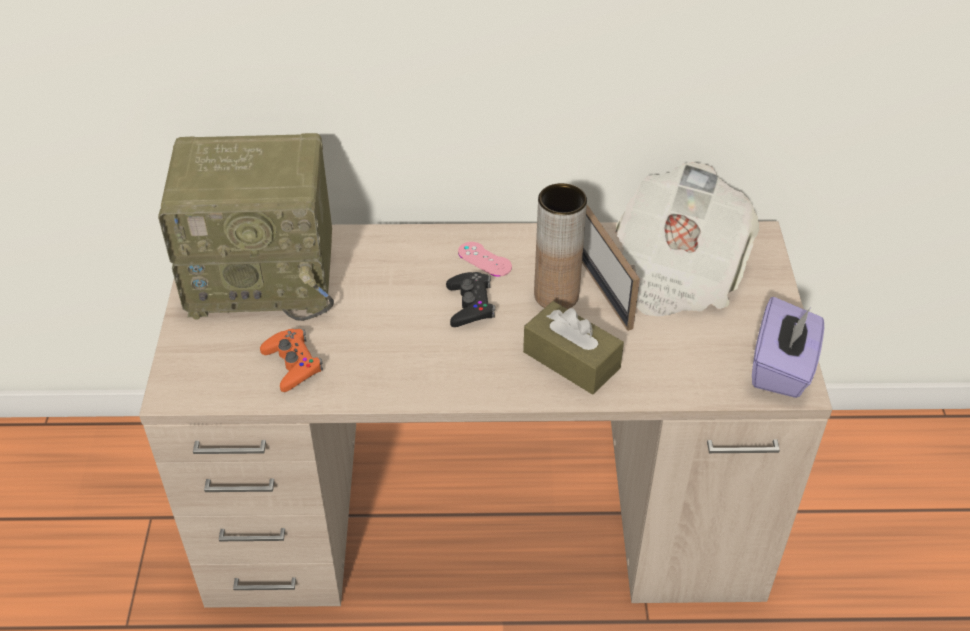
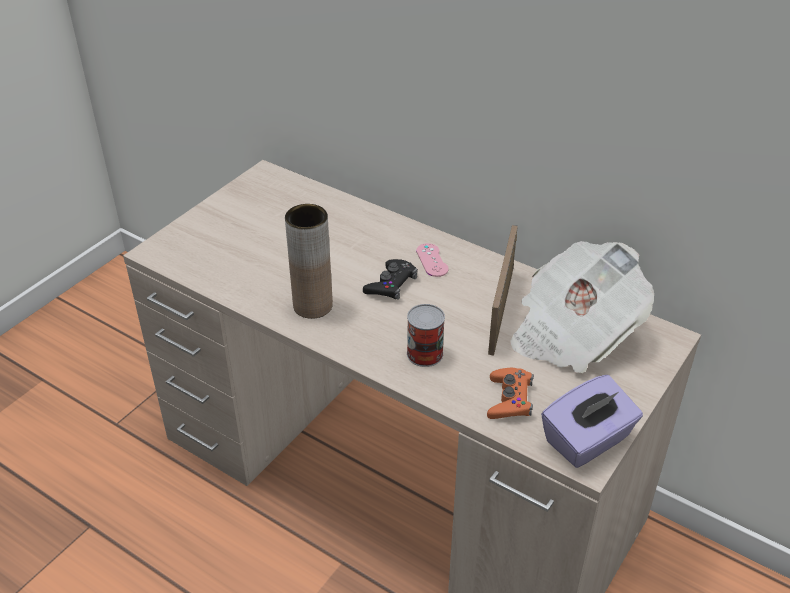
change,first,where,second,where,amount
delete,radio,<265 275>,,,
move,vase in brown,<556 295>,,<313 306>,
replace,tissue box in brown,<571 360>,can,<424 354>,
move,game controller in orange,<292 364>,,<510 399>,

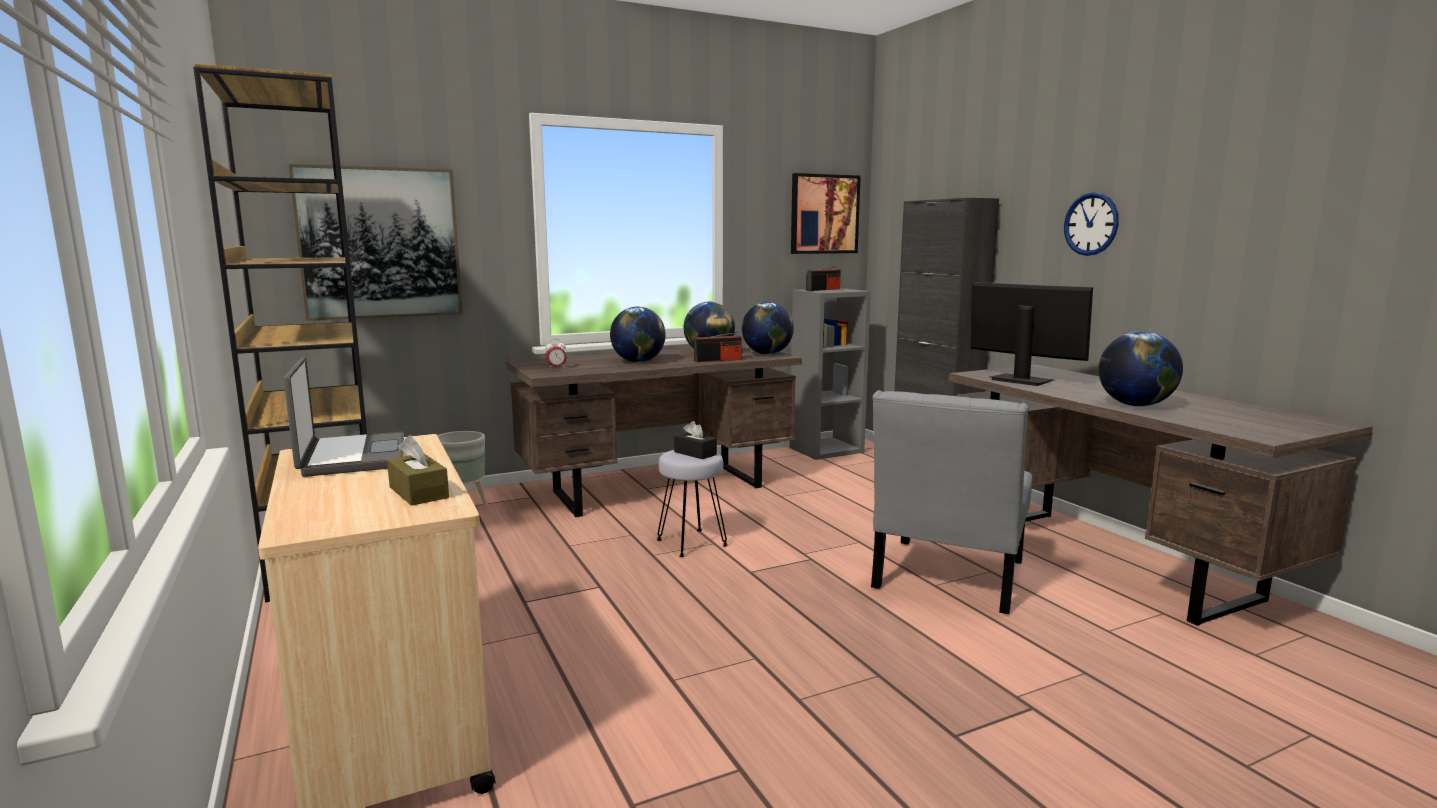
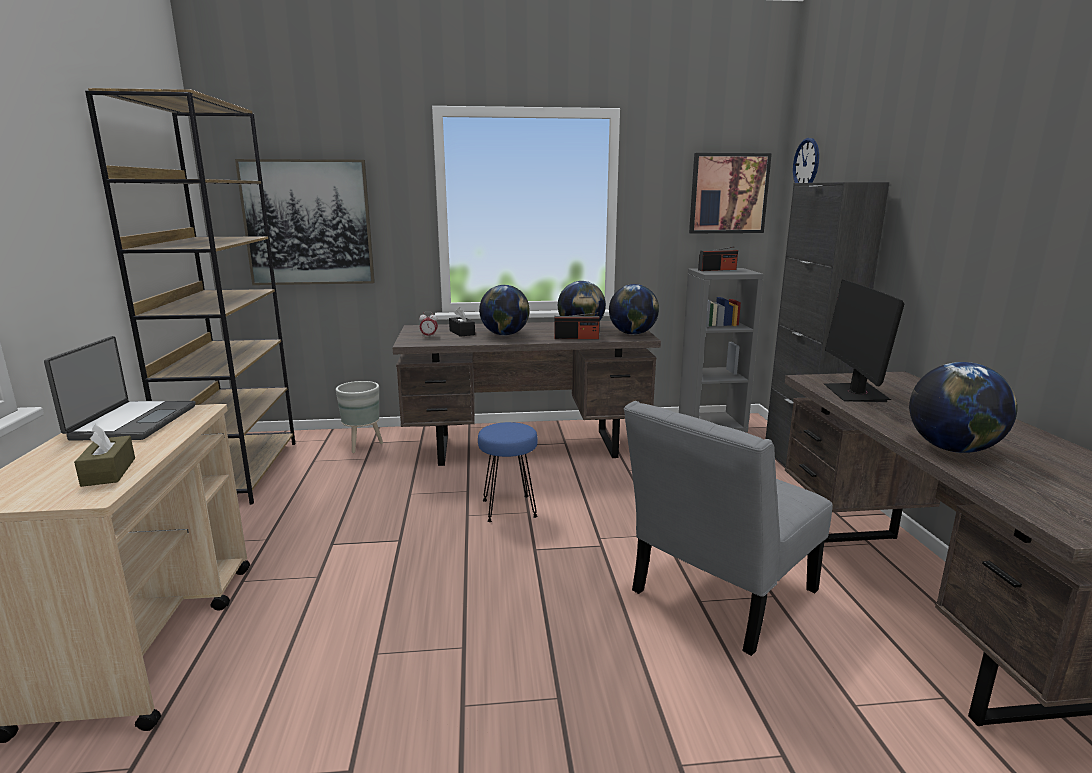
change,first,where,second,where,amount
move,wall clock,<1091 224>,,<806 163>,
rotate,monitor,<1021 380>,,<855 393>,150 degrees counterclockwise
move,tissue box in black,<695 453>,,<462 332>,
recolor,stool in grey,<691 543>,stool in blue,<509 509>,

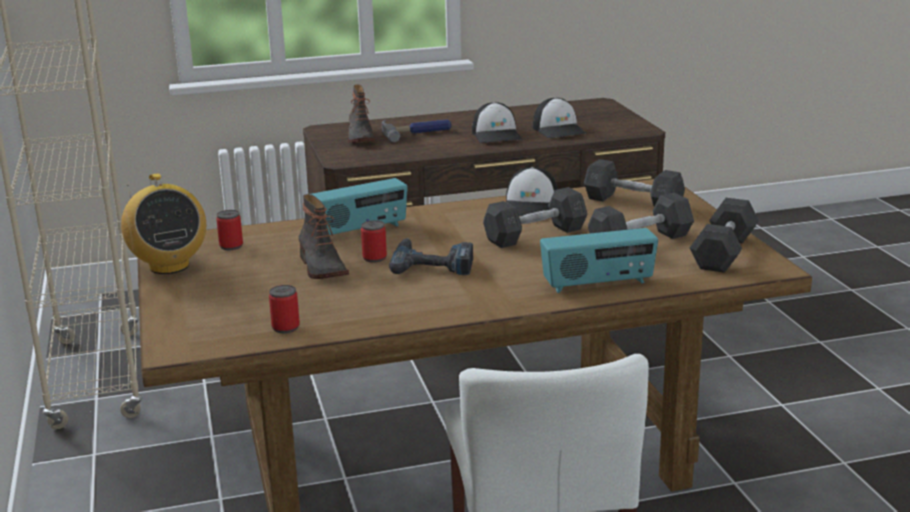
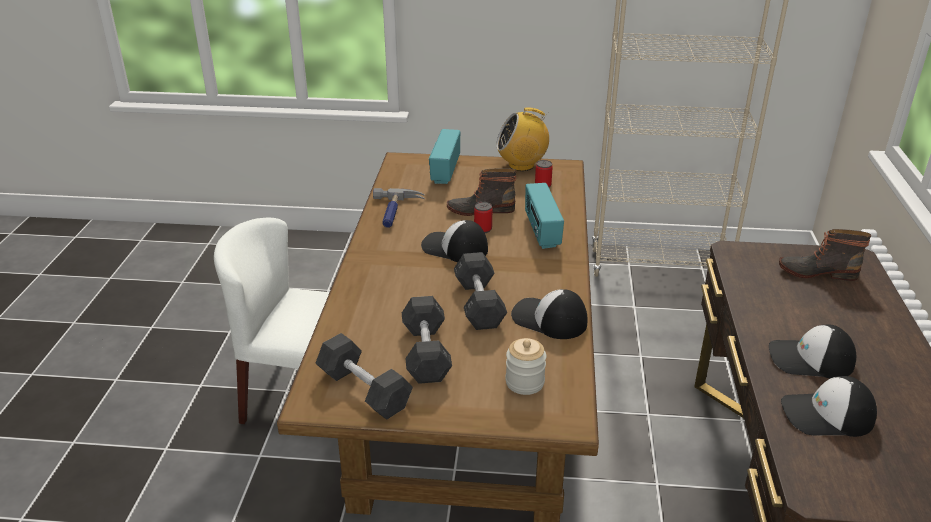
change,first,where,second,where,amount
move,hammer,<416 132>,,<395 212>,
replace,dumbbell in grey,<633 203>,jar,<524 382>,
move,radio,<598 284>,,<444 171>,
replace,power drill,<432 264>,cap,<454 248>,
delete,can,<285 328>,,,

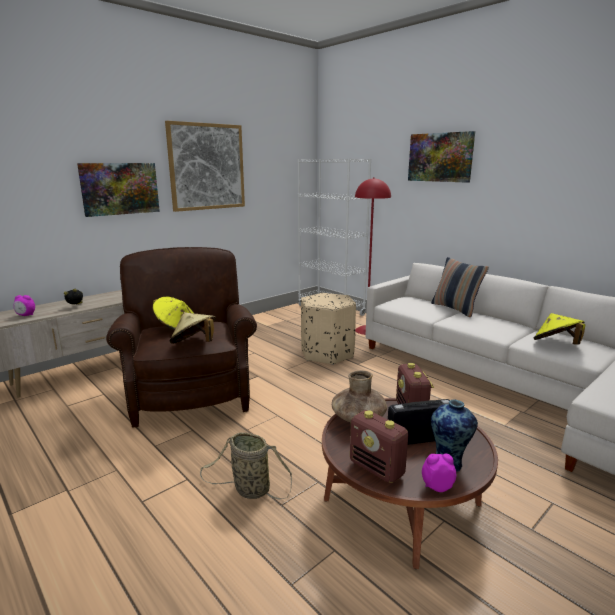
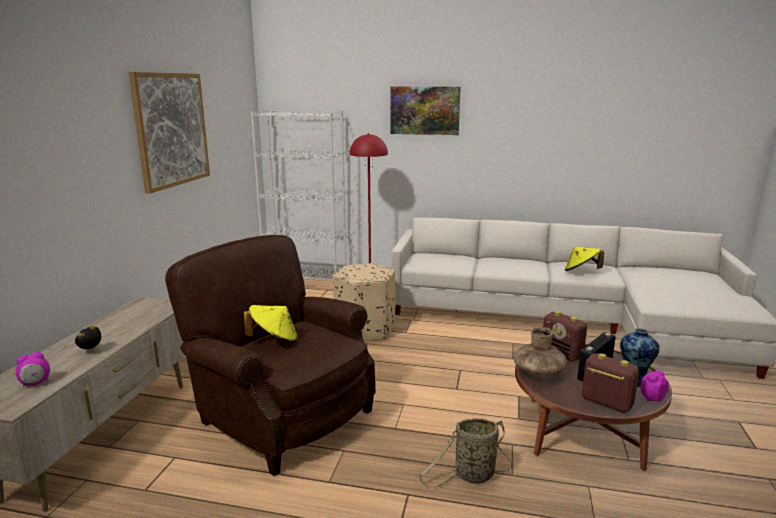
change,first,where,second,where,amount
delete,picture,<120 188>,,,
delete,pillow,<455 309>,,,
delete,hat in beige,<194 344>,,,
rotate,radio,<377 469>,,<606 403>,150 degrees counterclockwise

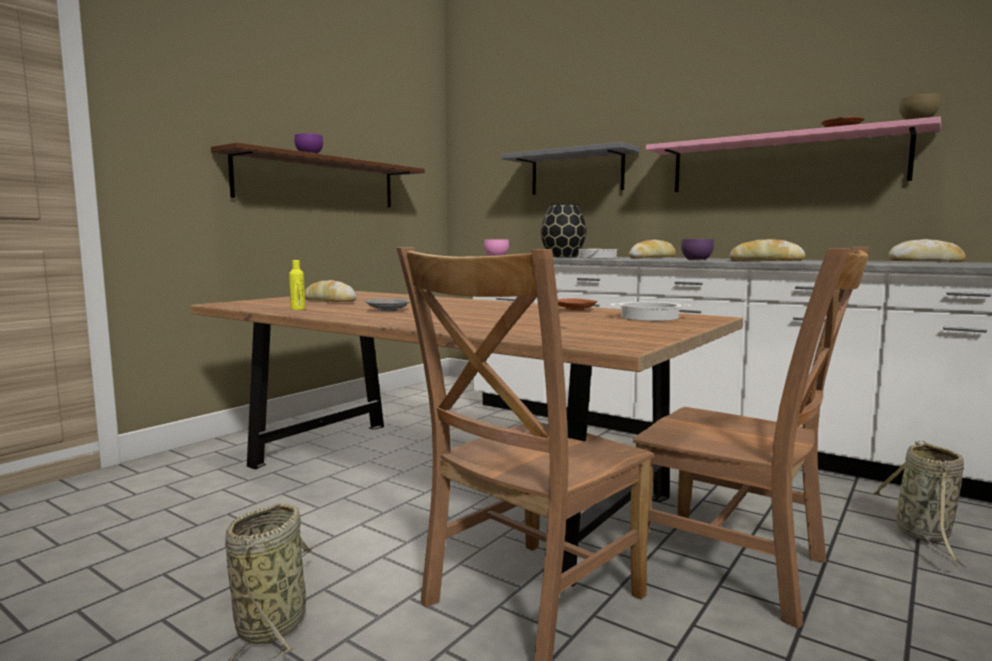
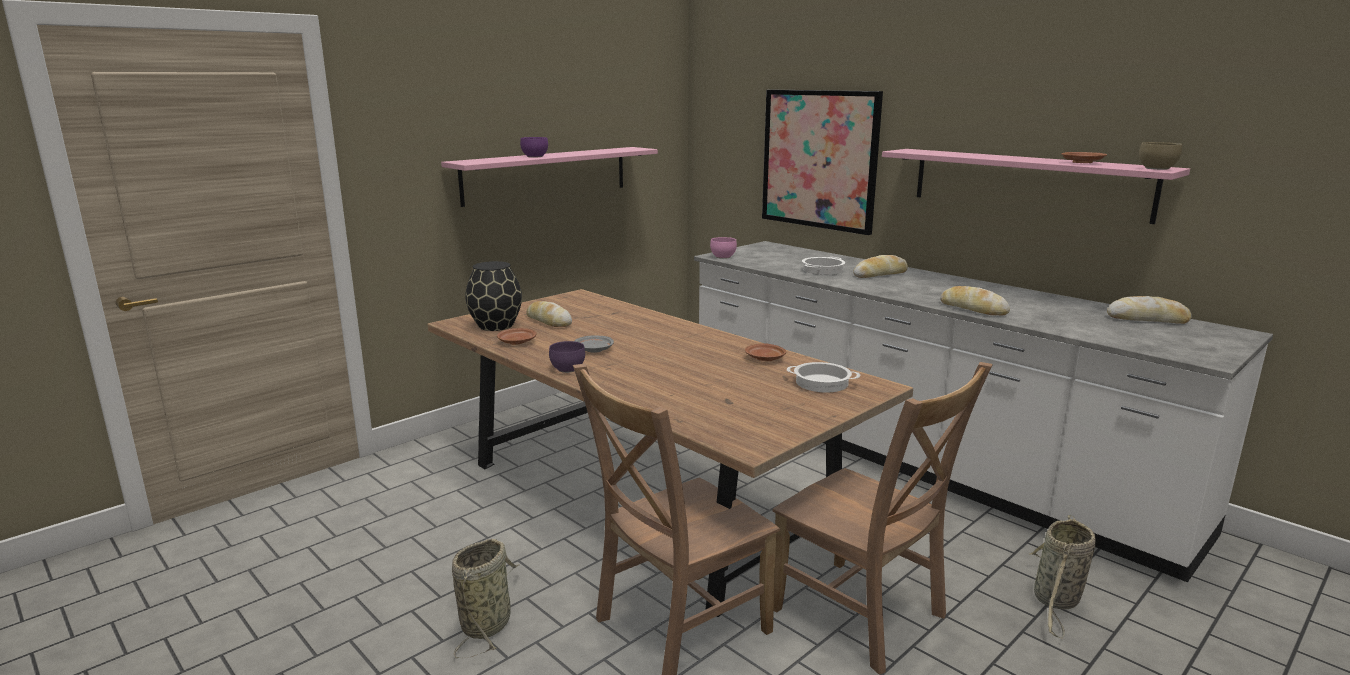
change,first,where,second,where,amount
recolor,shelf in brown,<319 182>,shelf in pink,<546 175>,
replace,shelf in grey,<576 172>,picture,<819 159>,
move,vase in black,<562 256>,,<495 325>,
move,bowl in purple,<695 260>,,<566 369>,
replace,bottle in yellow,<298 309>,plate in brown,<517 342>,

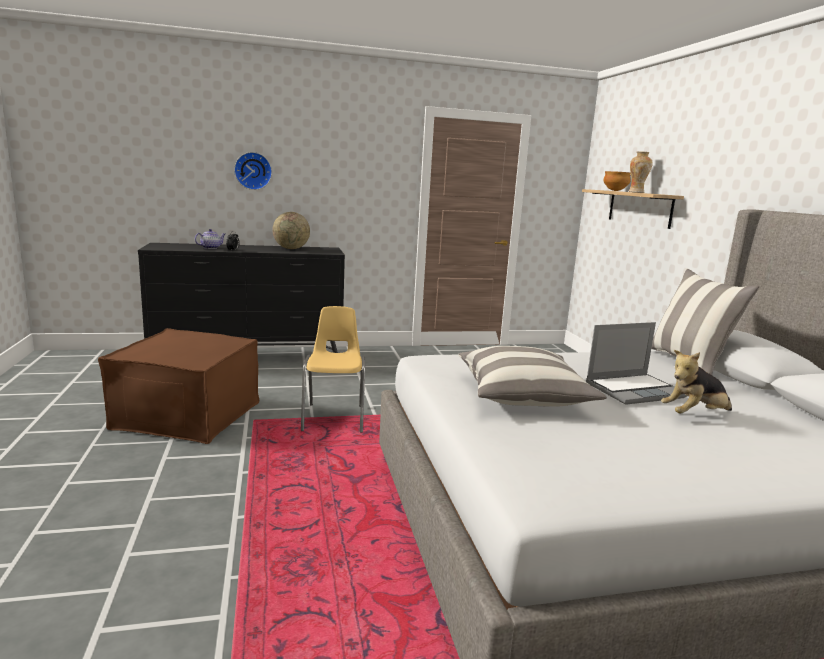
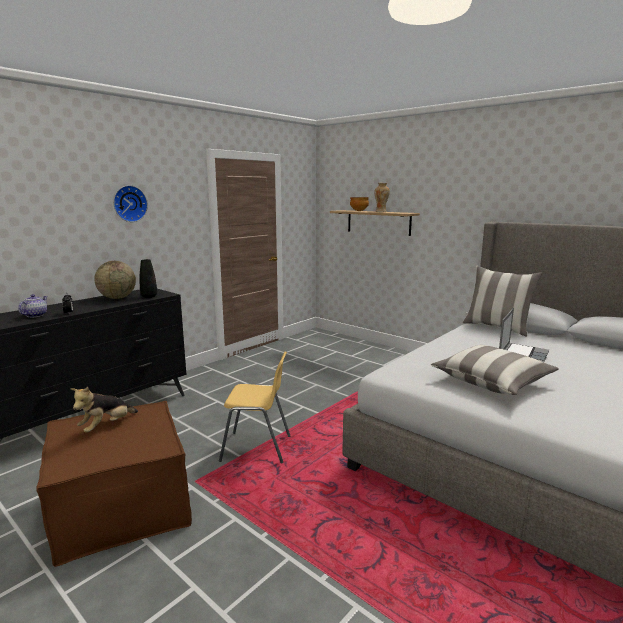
change,first,where,second,where,amount
move,wall clock,<253 171>,,<129 203>,
rotate,chair in yellow,<334 417>,,<257 448>,135 degrees clockwise
move,plush toy,<694 415>,,<106 426>,
insert,,,vase in black,<149 296>,

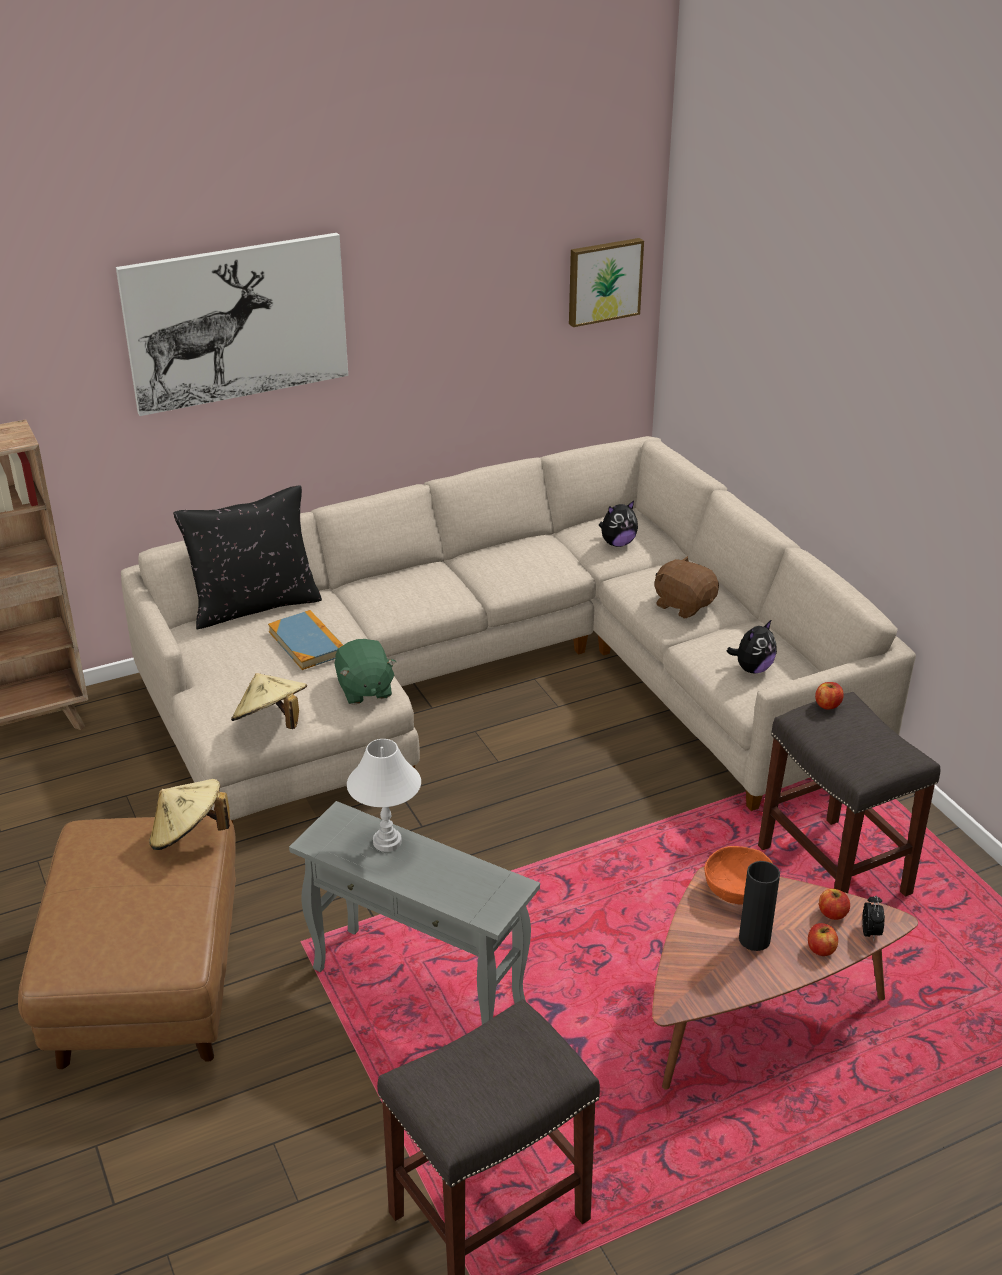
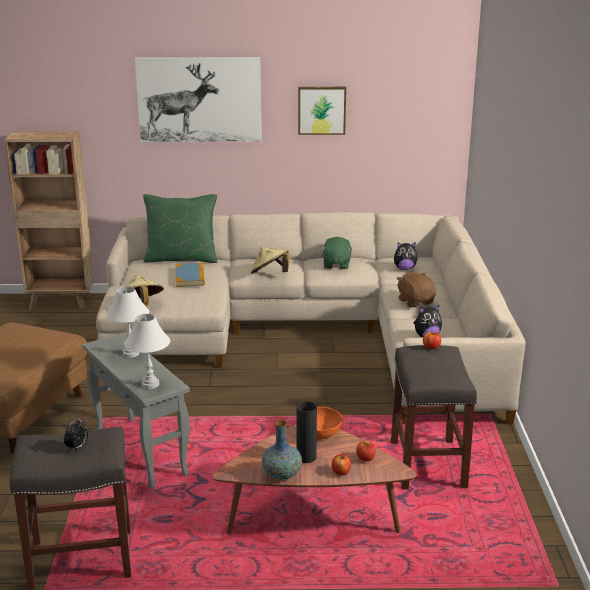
change,first,where,second,where,amount
move,picture,<603 281>,,<321 110>,
recolor,pillow in black,<254 605>,pillow in green,<181 258>,
move,plush toy in green,<364 690>,,<336 264>,
move,hat in beige,<189 836>,,<270 274>,
move,alarm clock,<870 933>,,<77 447>,
insert,,,table lamp in white,<150 384>,
insert,,,vase,<282 474>,

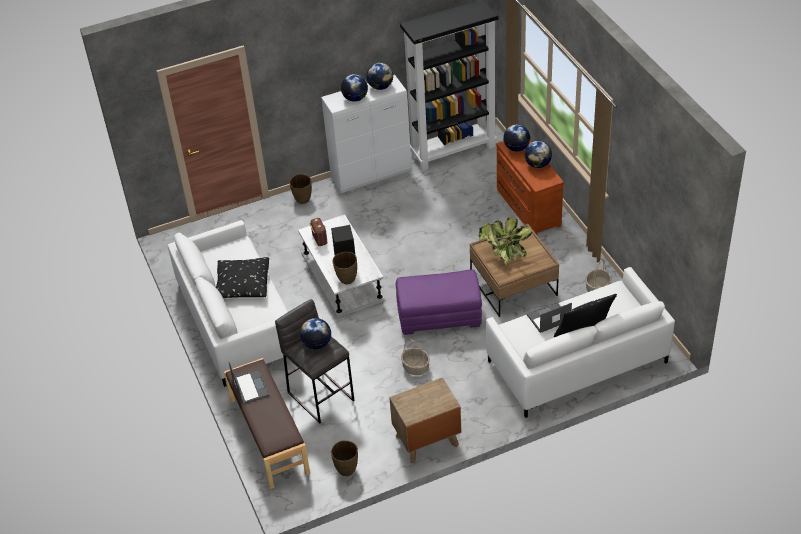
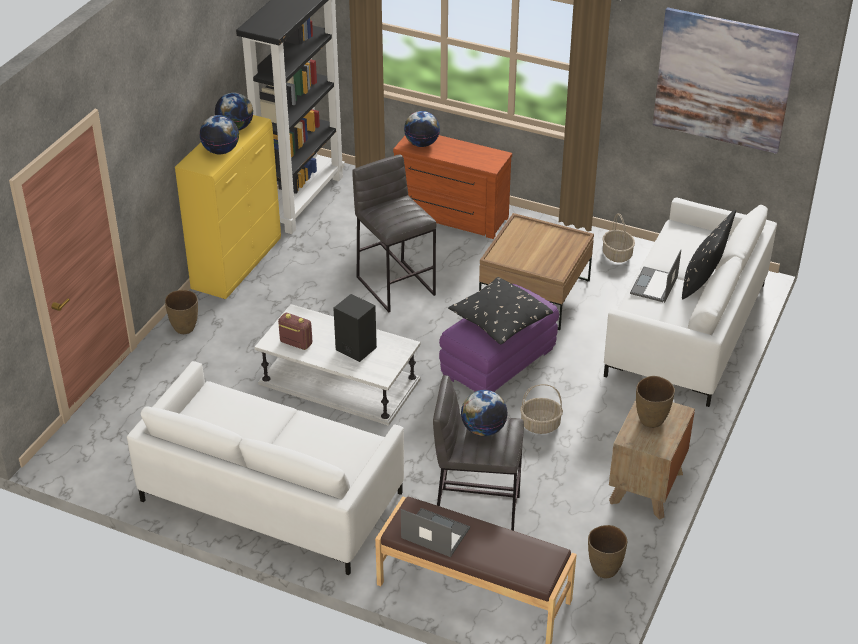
change,first,where,second,where,amount
recolor,cabinet in white,<372 175>,cabinet in yellow,<237 264>,
delete,globe,<537 164>,,,
delete,potted plant,<504 253>,,,
move,vase in brown,<347 280>,,<651 421>,
move,pillow in black,<242 284>,,<499 320>,
insert,,,picture,<723 80>,
insert,,,stool in grey,<396 285>,

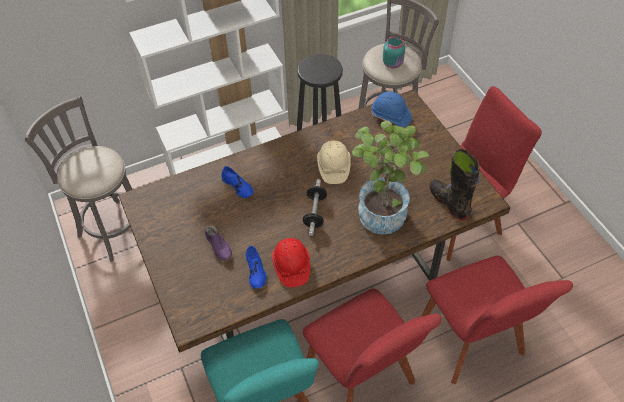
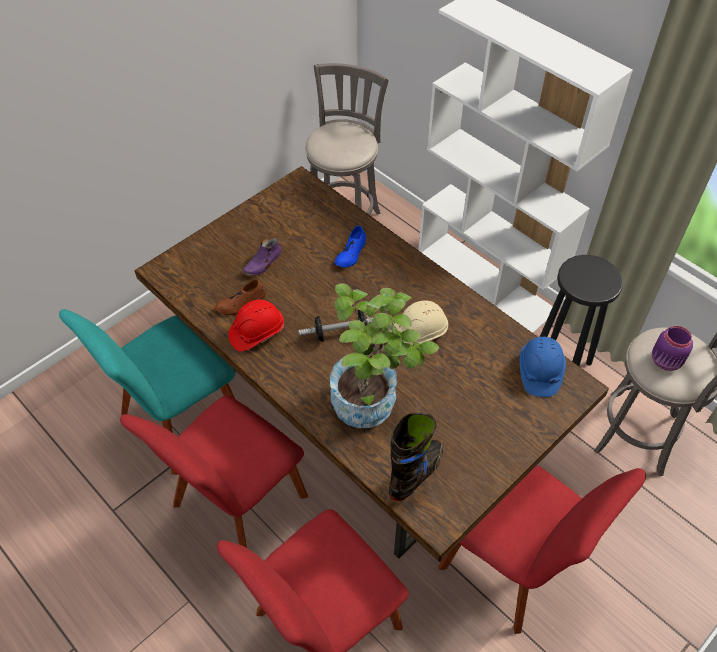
change,first,where,second,where,amount
recolor,jar in turquoise,<393 63>,jar in purple,<666 362>,
recolor,shoe in blue,<256 271>,shoe in brown,<241 303>,

